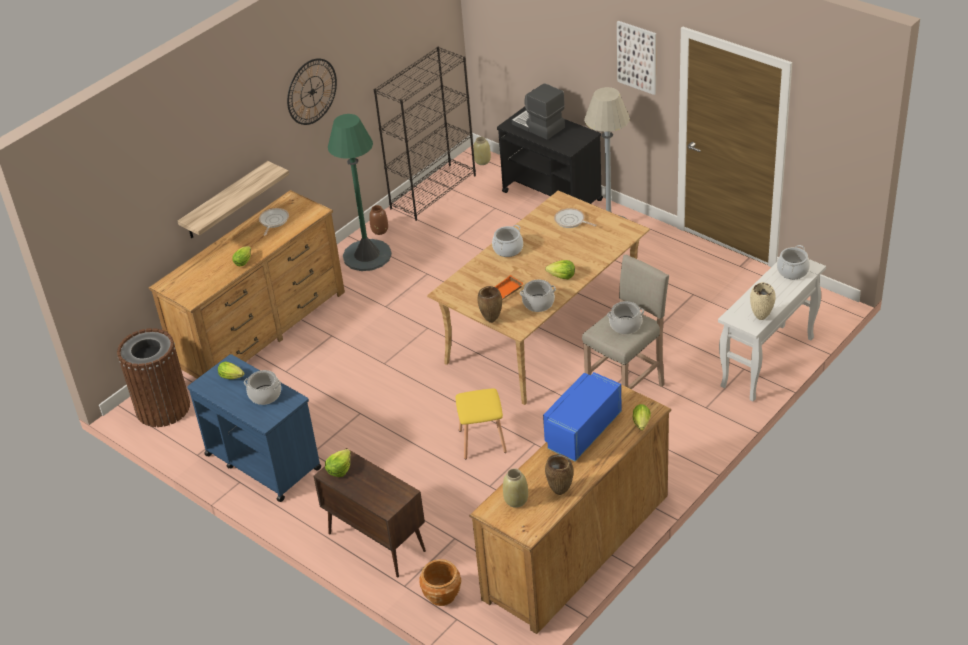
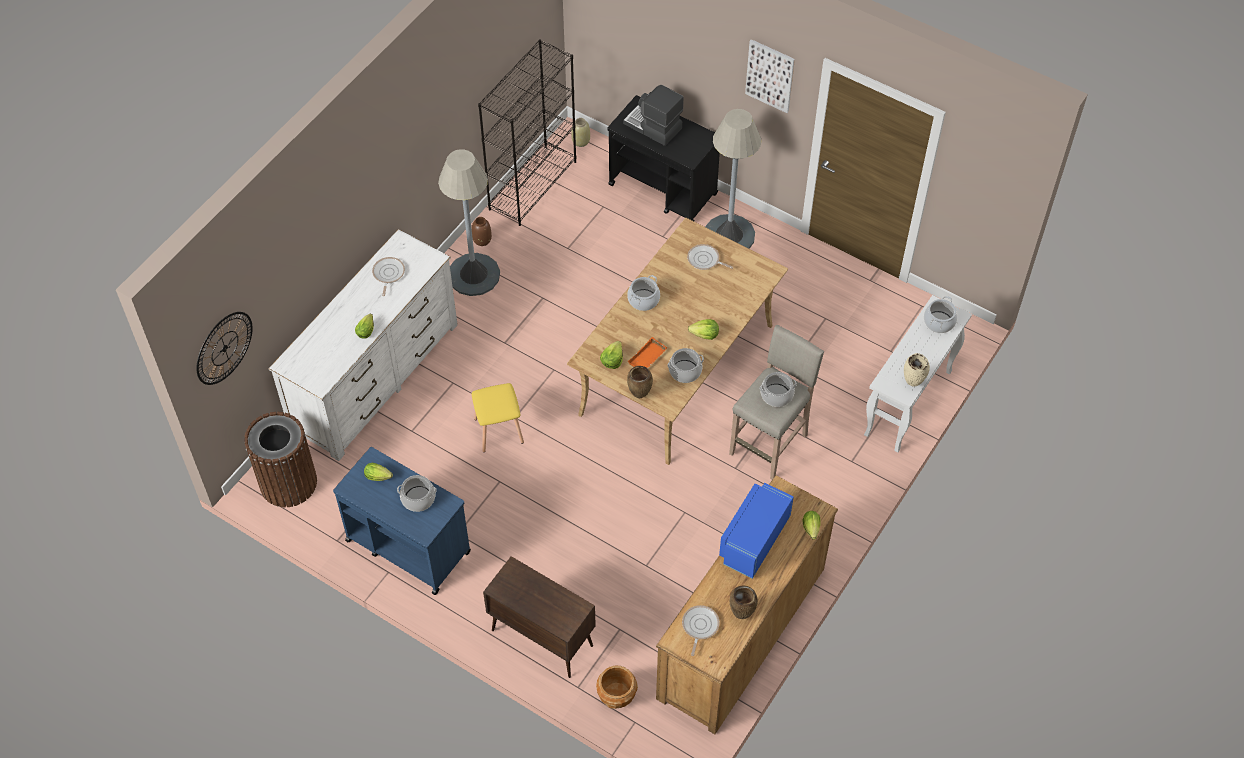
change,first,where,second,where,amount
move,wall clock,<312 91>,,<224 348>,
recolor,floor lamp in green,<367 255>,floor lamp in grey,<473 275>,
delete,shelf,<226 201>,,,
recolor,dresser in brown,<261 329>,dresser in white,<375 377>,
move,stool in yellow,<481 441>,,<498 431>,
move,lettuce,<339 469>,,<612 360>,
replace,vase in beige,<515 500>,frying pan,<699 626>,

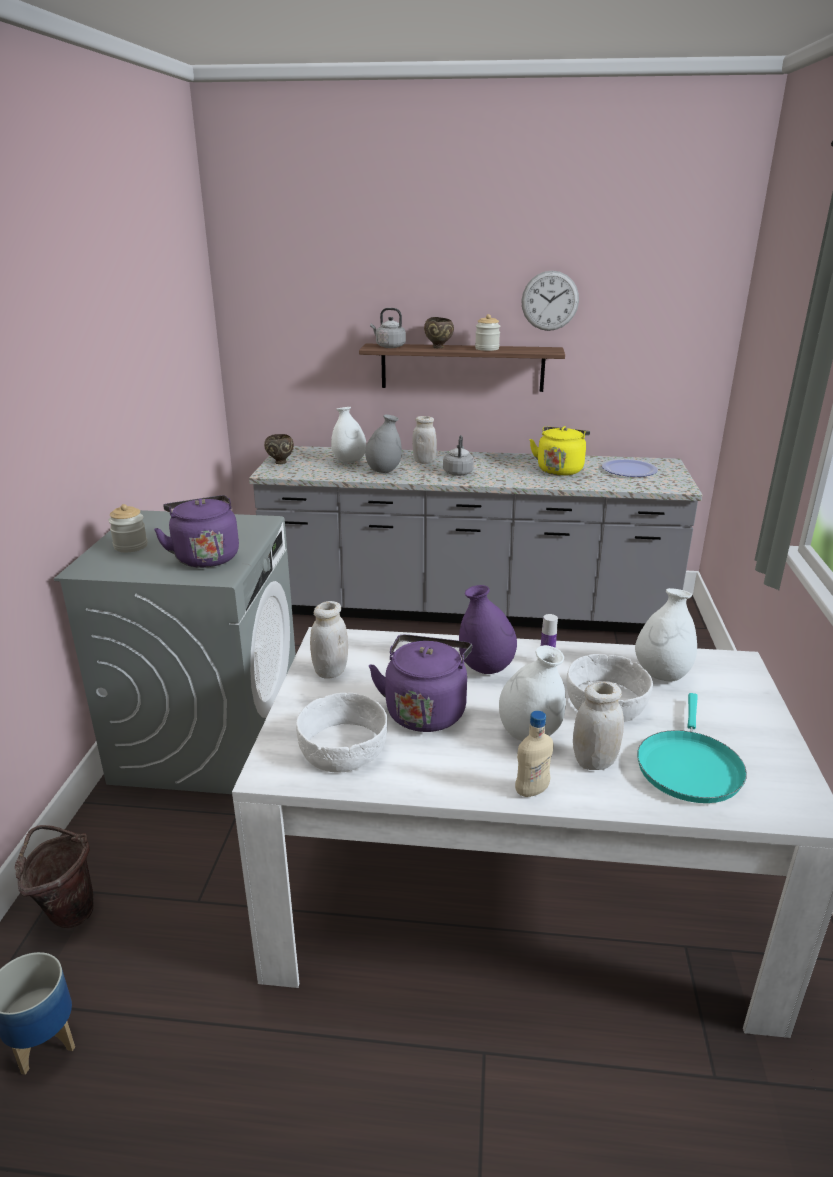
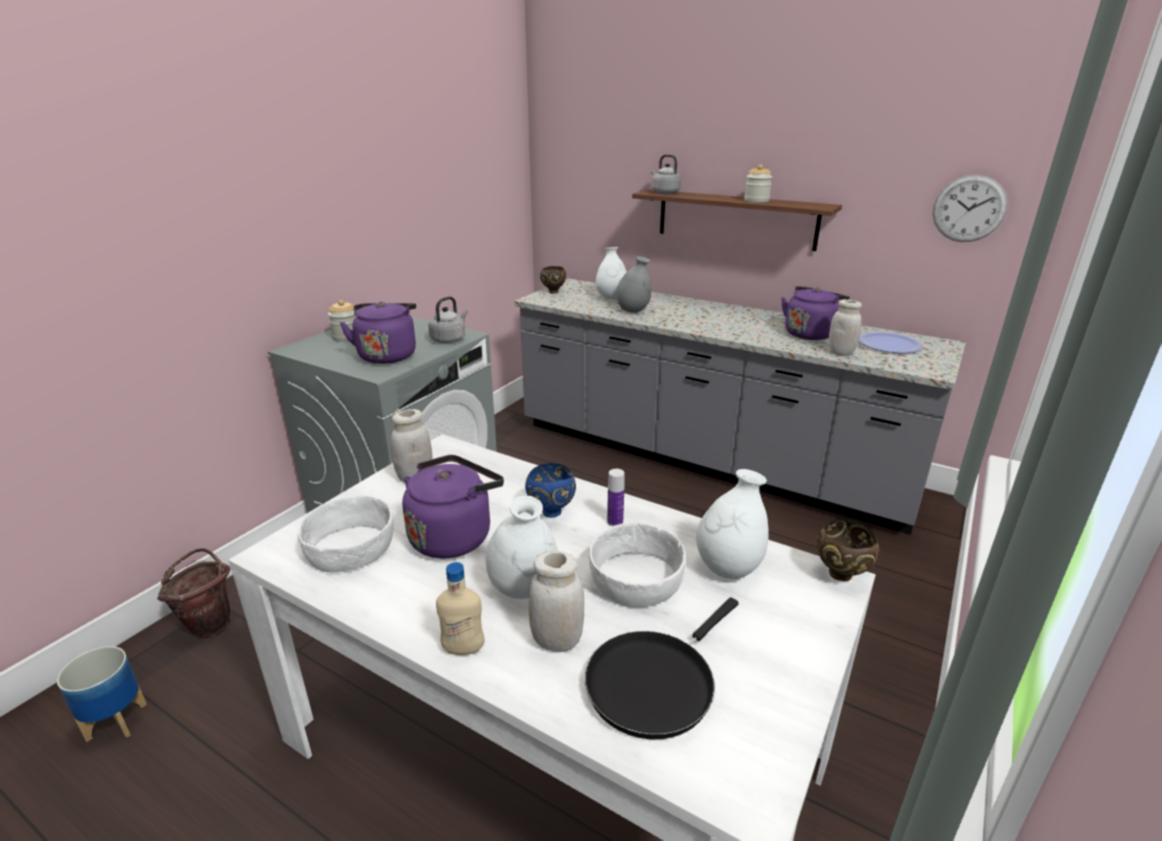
change,first,where,second,where,amount
move,wall clock,<550 301>,,<969 209>,
move,bowl in brown,<439 347>,,<841 575>,
move,jar in white,<424 461>,,<840 353>,
recolor,kettle in yellow,<560 469>,kettle in purple,<810 333>,
move,kettle in grey,<458 472>,,<449 339>,
replace,vase in purple,<486 669>,bowl in blue,<550 511>,
recolor,frying pan in turquoise,<688 766>,frying pan in black,<655 682>,

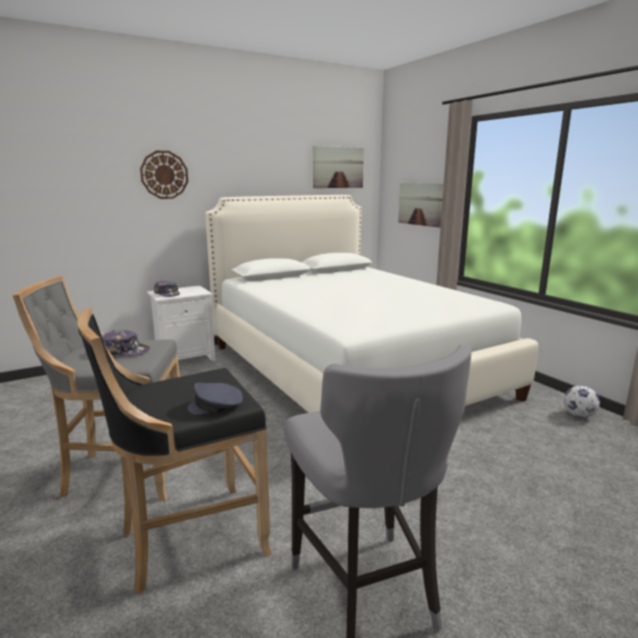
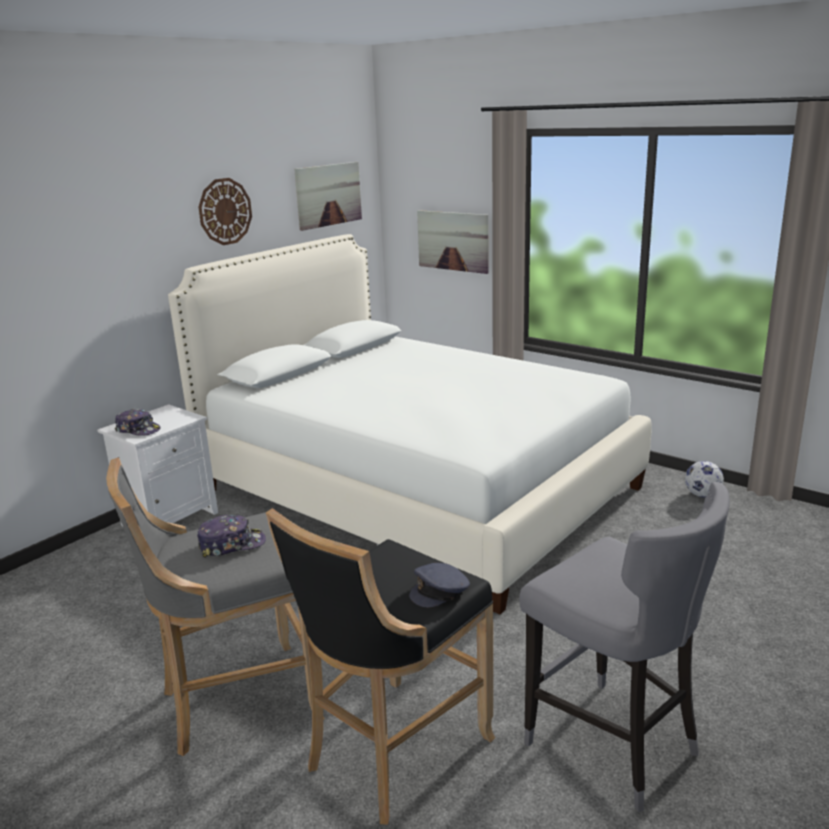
change,first,where,second,where,amount
move,wall clock,<164 175>,,<225 211>,

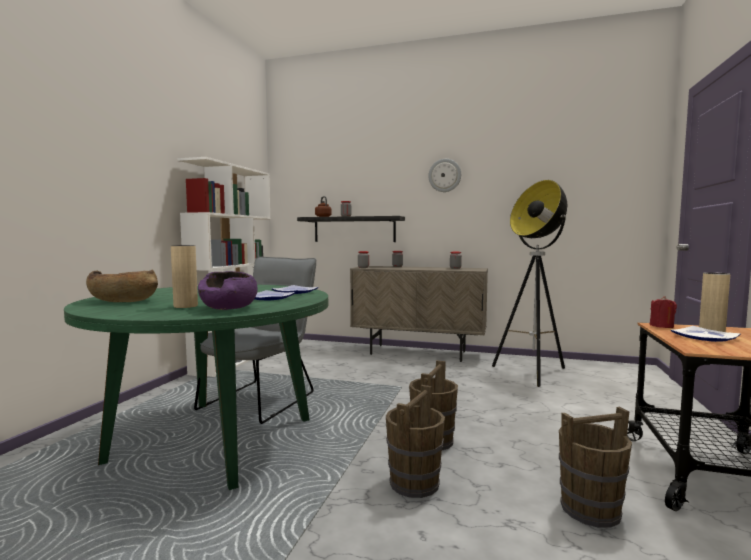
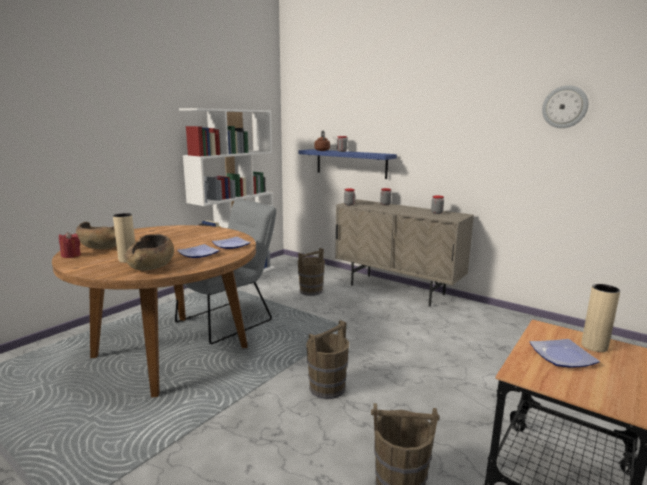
change,first,where,second,where,amount
move,wall clock,<444 175>,,<564 107>,
delete,floor lamp,<533 373>,,,
recolor,shelf in black,<354 229>,shelf in blue,<351 163>,
recolor,bowl in purple,<229 307>,bowl in brown,<152 266>,
recolor,dining table in green,<214 440>,dining table in brown,<171 352>,
move,candle in red,<661 326>,,<71 255>,
move,bucket in brown,<414 483>,,<311 291>,

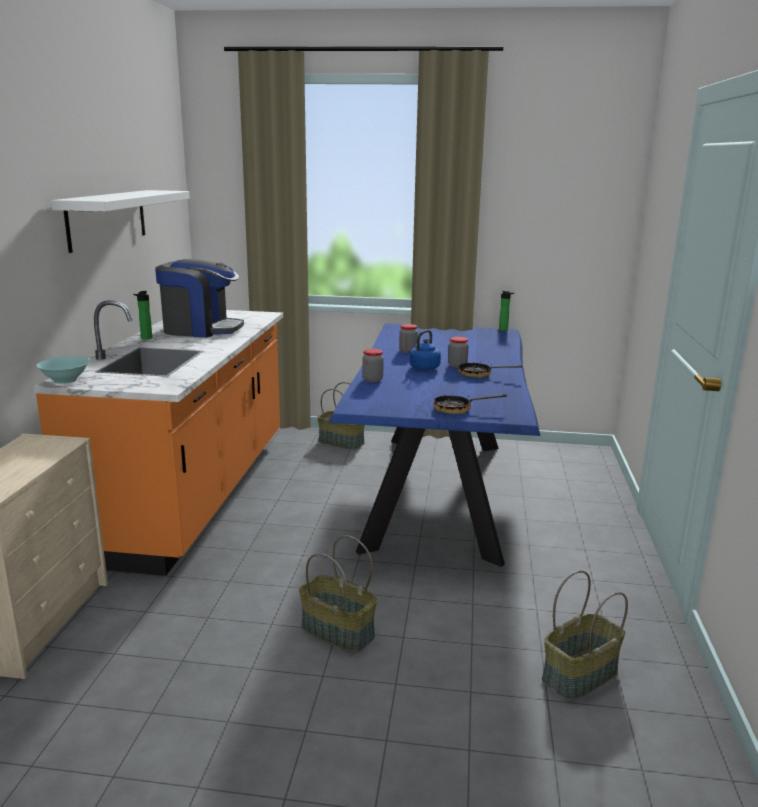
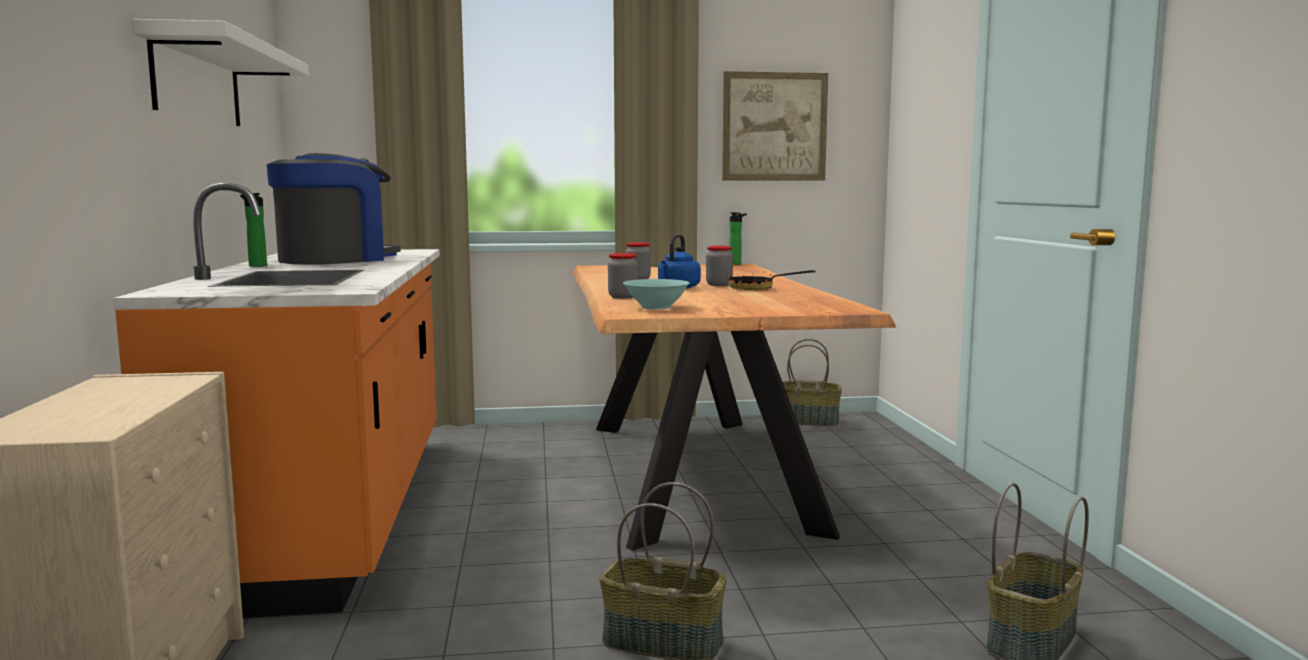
change,first,where,second,where,amount
rotate,coffee machine,<201 329>,,<335 259>,45 degrees counterclockwise
recolor,dining table in blue,<437 492>,dining table in brown,<695 473>,
move,bowl in turquoise,<64 380>,,<655 307>,
move,basket,<342 442>,,<809 421>,
delete,frying pan,<458 409>,,,
insert,,,picture,<774 127>,

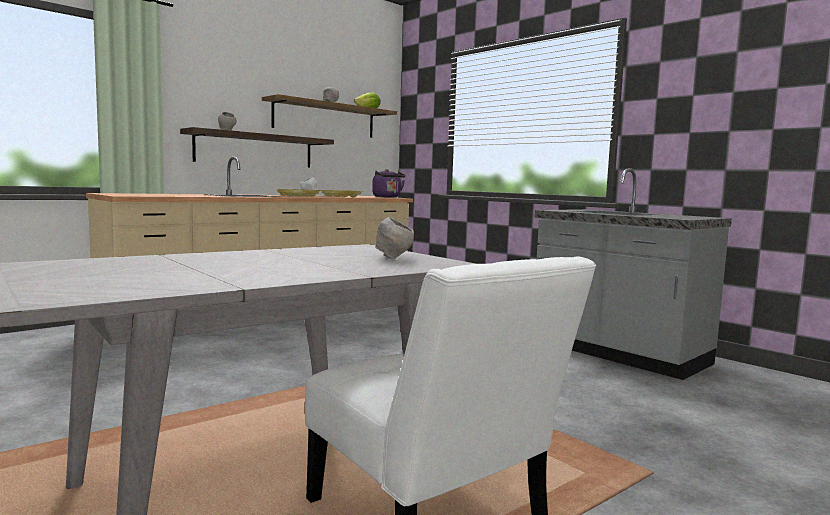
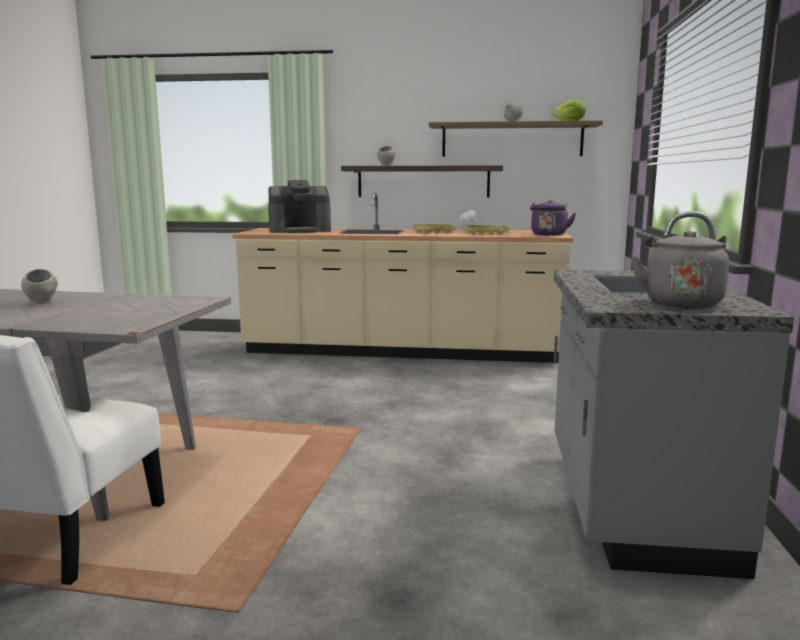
change,first,where,second,where,amount
move,bowl in grey,<393 258>,,<41 303>,
insert,,,coffee machine,<300 230>,
insert,,,kettle in grey,<680 302>,

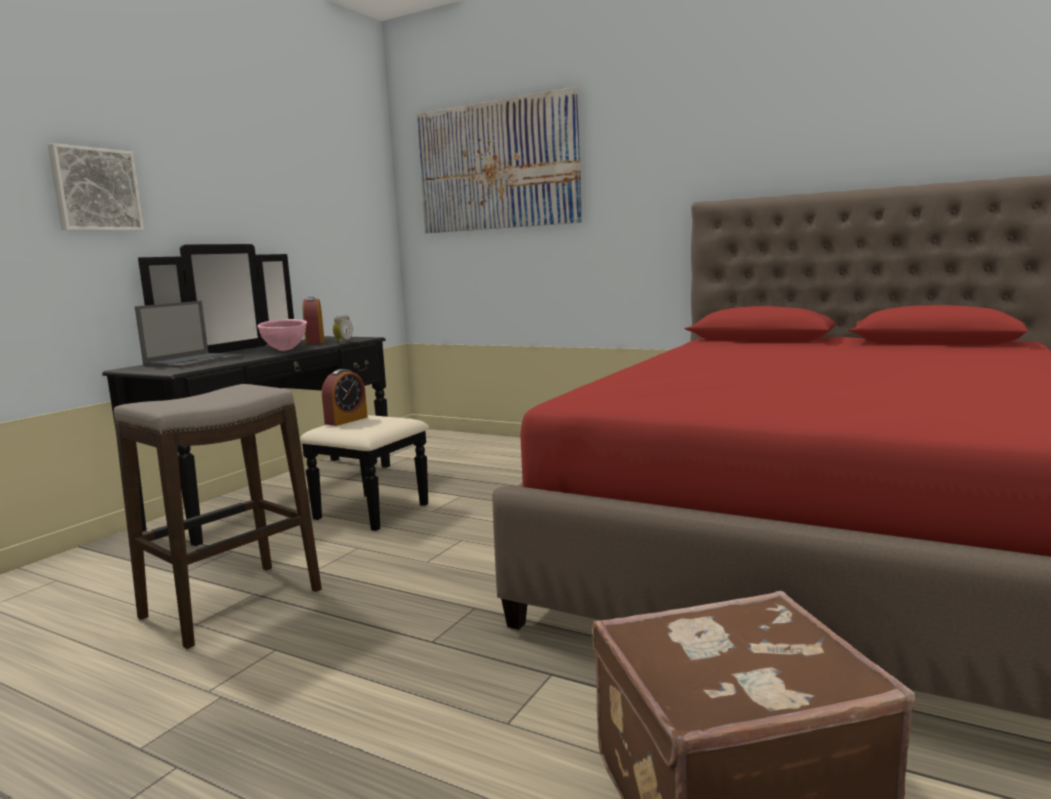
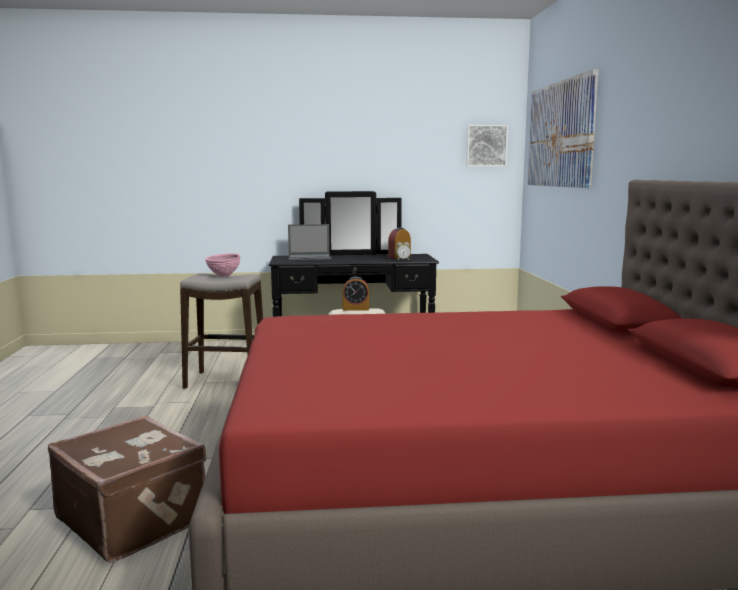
change,first,where,second,where,amount
move,picture,<95 190>,,<486 146>,
move,bowl in pink,<284 350>,,<223 276>,

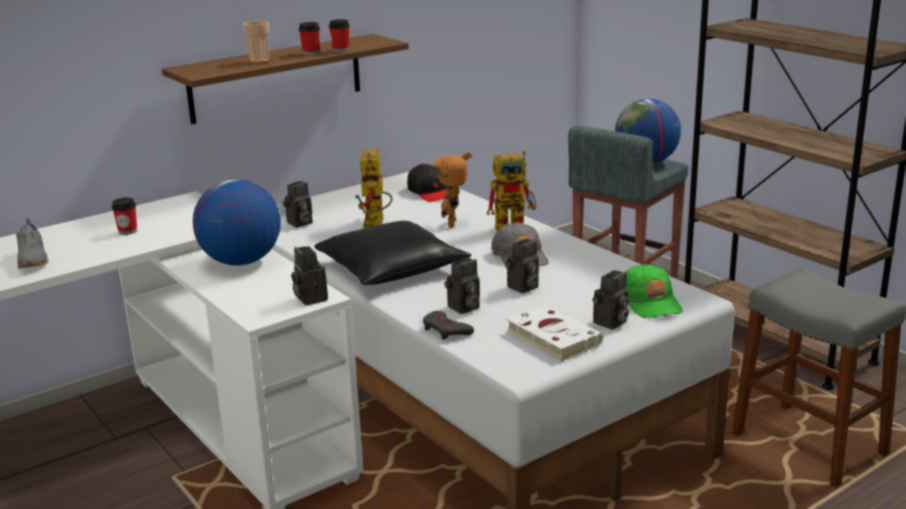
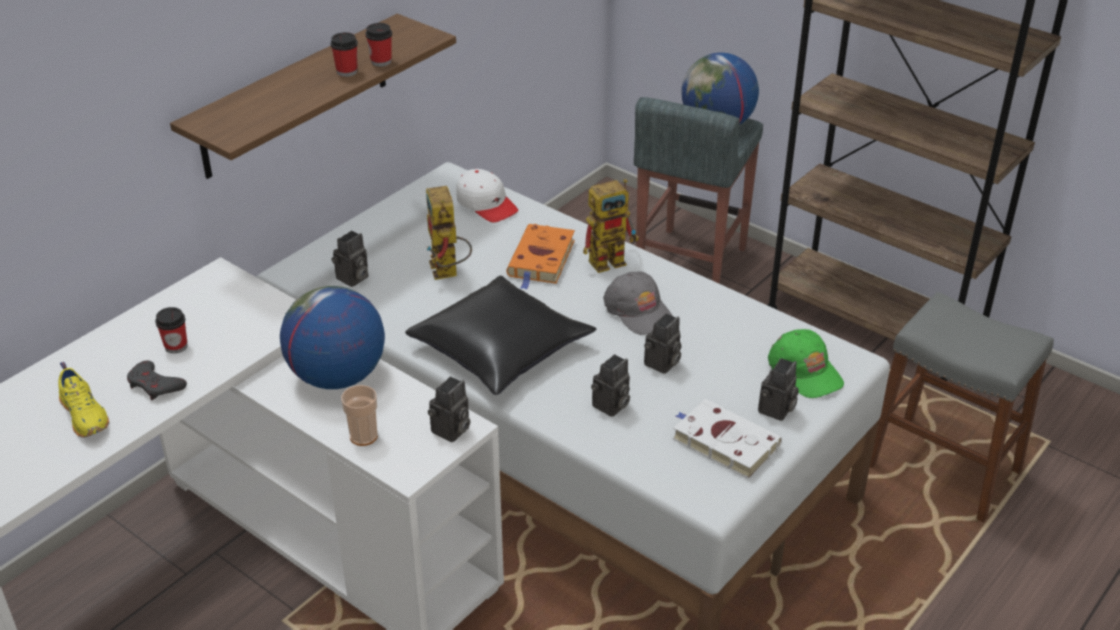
change,first,where,second,where,amount
move,cup,<259 61>,,<363 436>,
replace,toy robot,<456 224>,book in orange,<541 260>,
recolor,cap in black,<430 192>,cap in white,<486 204>,
recolor,shoe in grey,<34 260>,shoe in yellow,<86 415>,
rotate,photo camera,<309 298>,,<451 431>,105 degrees counterclockwise
move,game controller in grey,<446 330>,,<155 385>,

